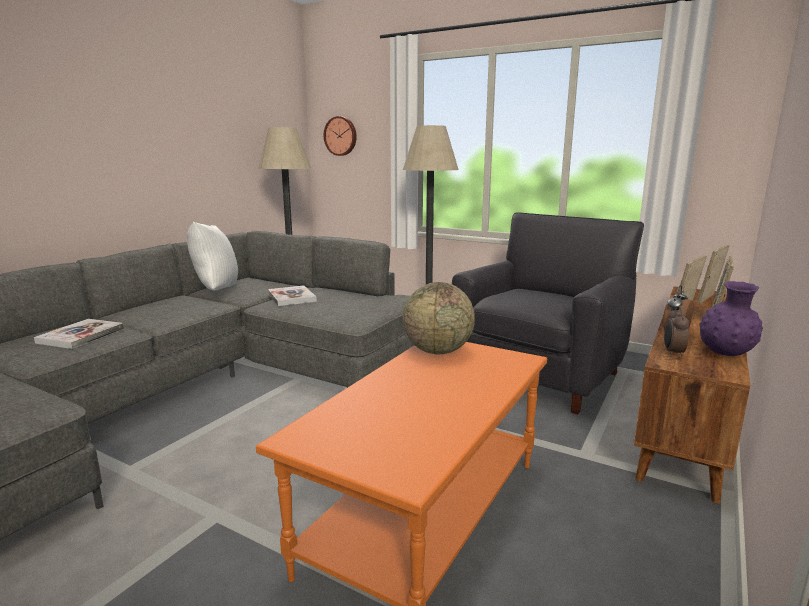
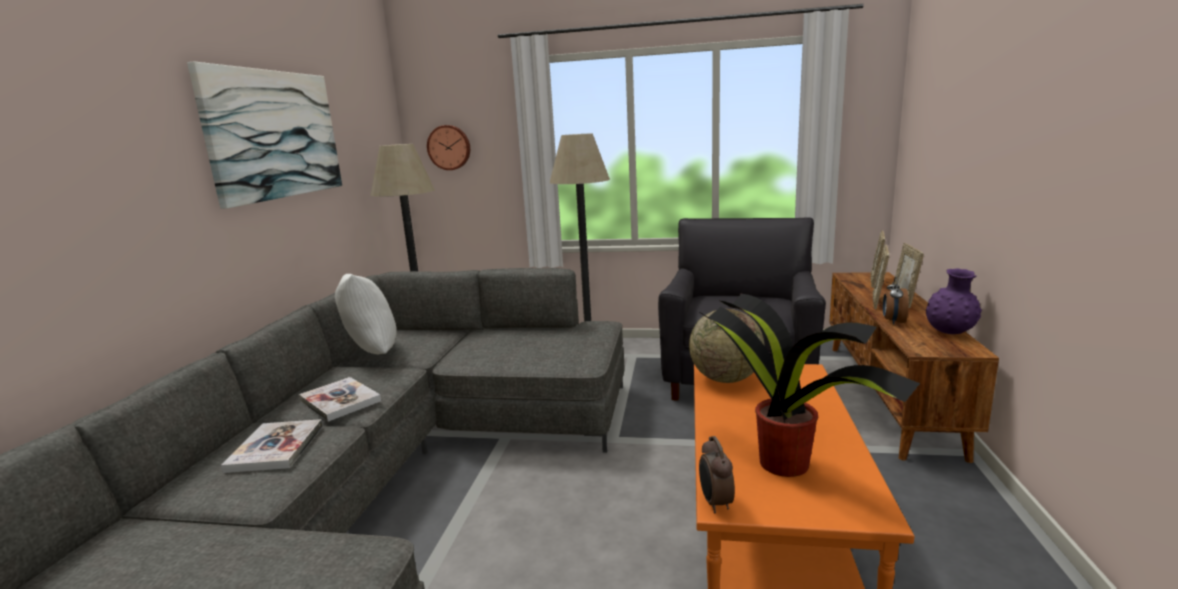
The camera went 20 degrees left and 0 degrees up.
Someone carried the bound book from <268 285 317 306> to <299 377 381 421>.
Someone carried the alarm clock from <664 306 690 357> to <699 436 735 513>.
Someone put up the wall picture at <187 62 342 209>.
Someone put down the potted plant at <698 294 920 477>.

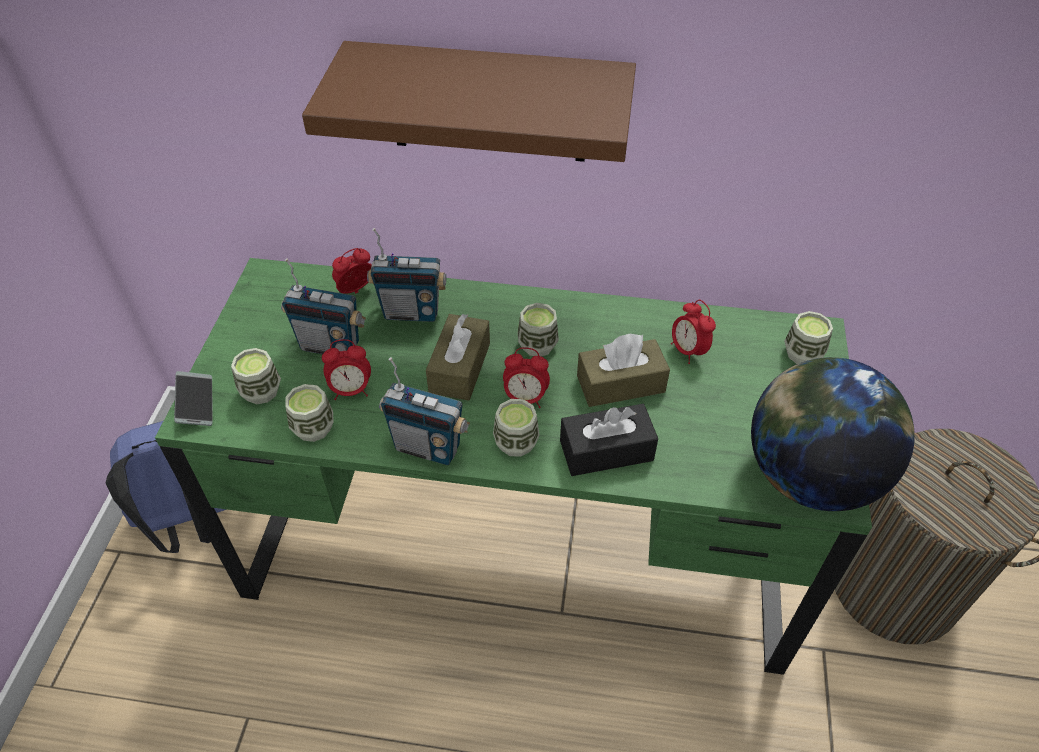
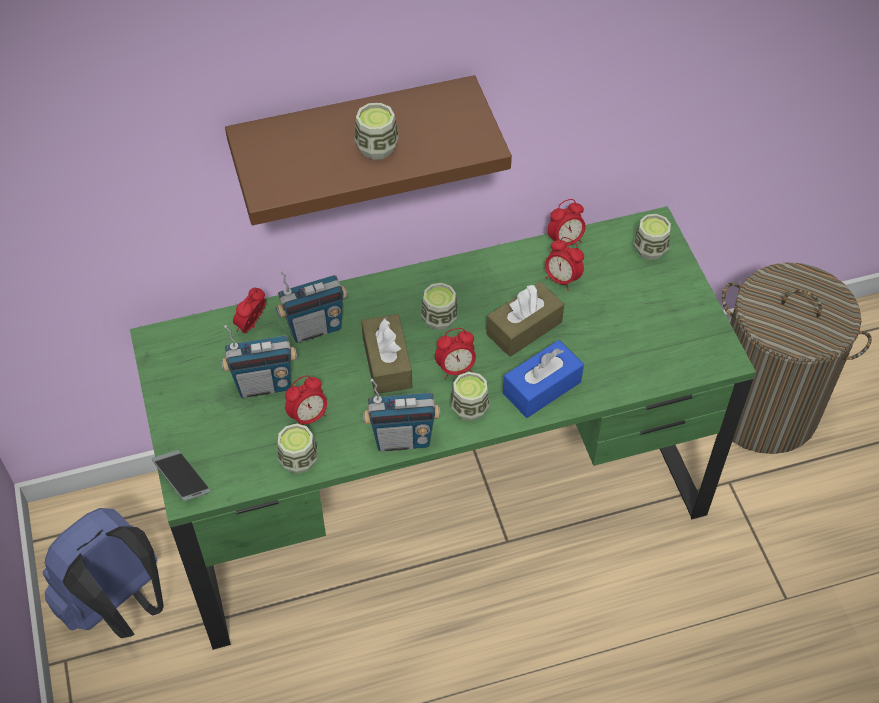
The camera went 25 degrees left and 5 degrees up.
Someone carried the cup from <231 348 281 404> to <354 103 399 160>.
Someone took away the globe at <751 357 915 511>.
Someone repainted the black-coloured box of tissues at <560 404 658 476>, which became the bluish box of tissues at <503 340 584 418>.
Someone put down the alarm clock at <548 199 586 246>.

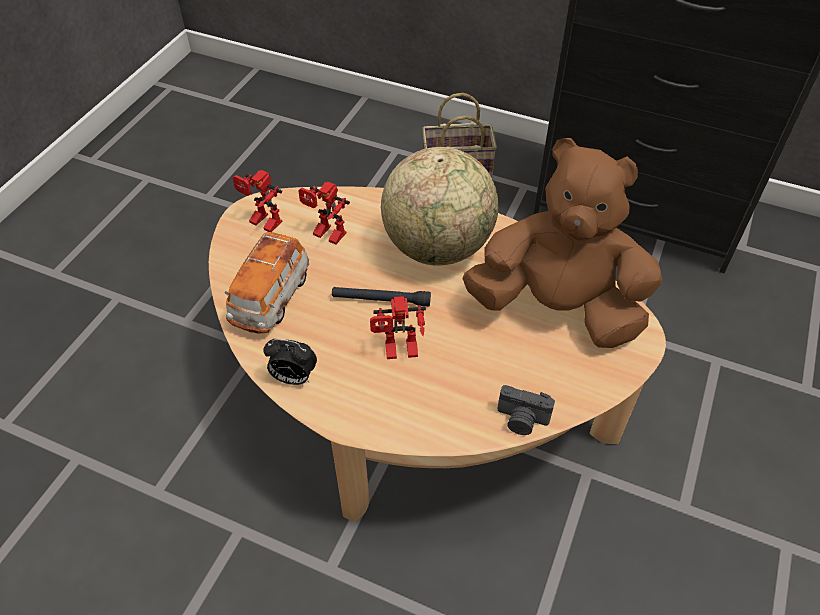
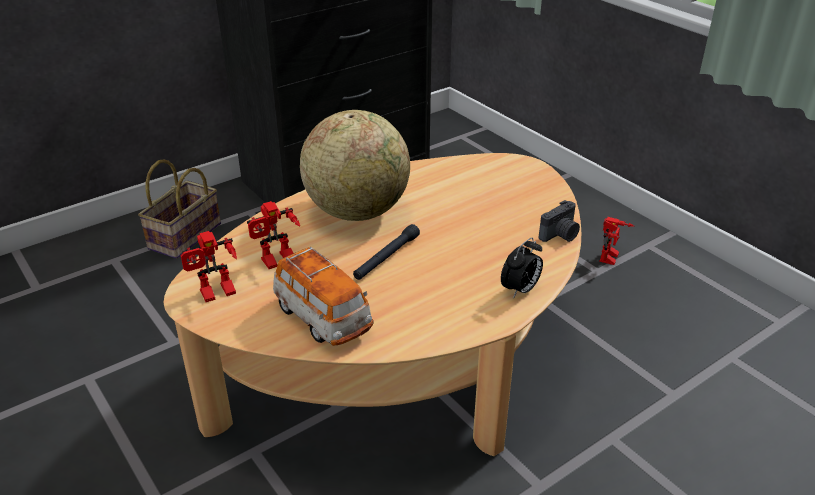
The camera went 60 degrees left and 15 degrees down.
Someone took away the brown plush toy at <462 138 662 348>.
Someone carried the model robot from <370 296 426 359> to <599 217 634 265>.
Someone carried the alarm clock from <263 339 317 385> to <501 238 543 298>.

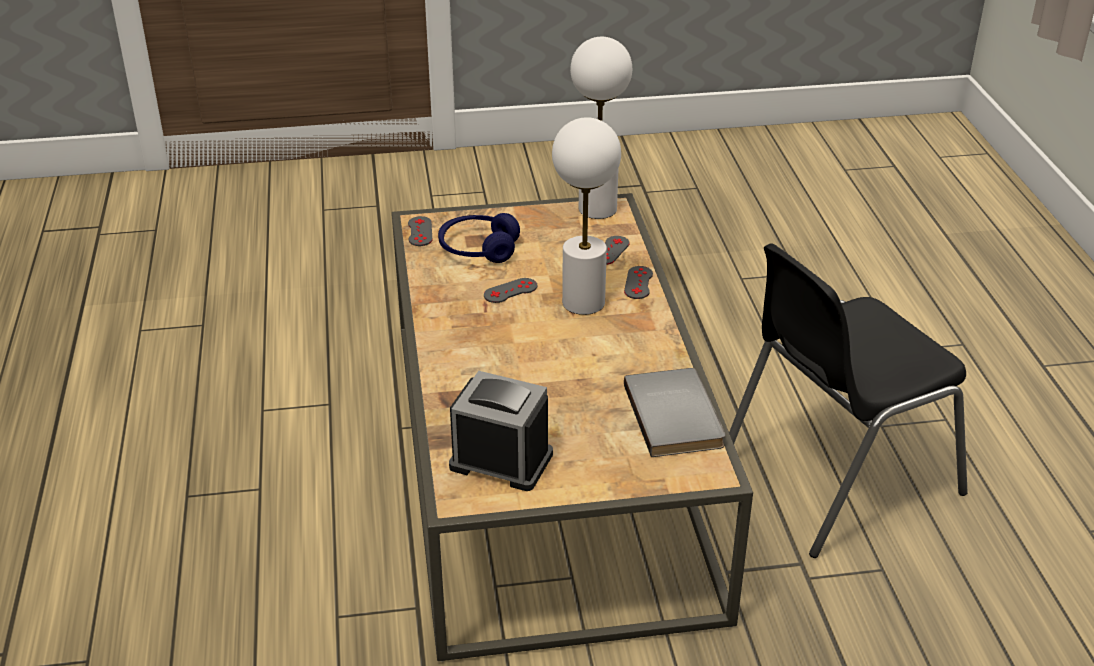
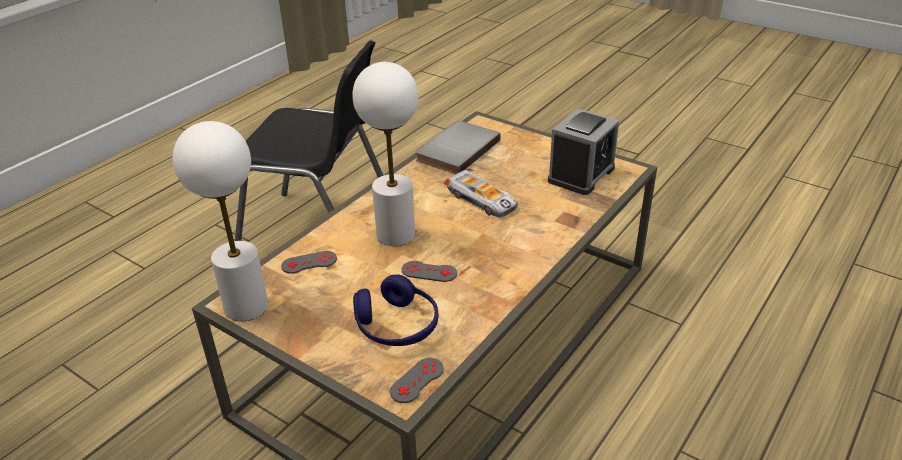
The camera went 135 degrees left and 0 degrees up.
Someone took away the greyish game controller at <624 266 653 299>.
Someone rotated the alarm clock at <449 371 553 491> by 120 degrees counterclockwise.
Someone put down the model car at <444 168 518 218>.

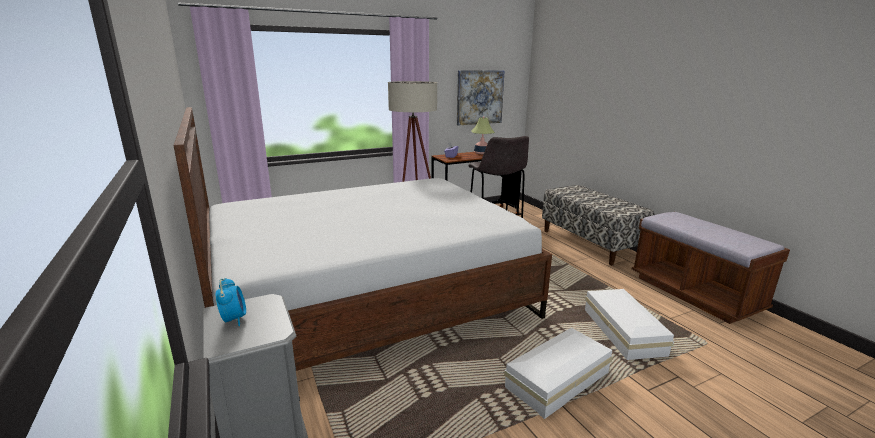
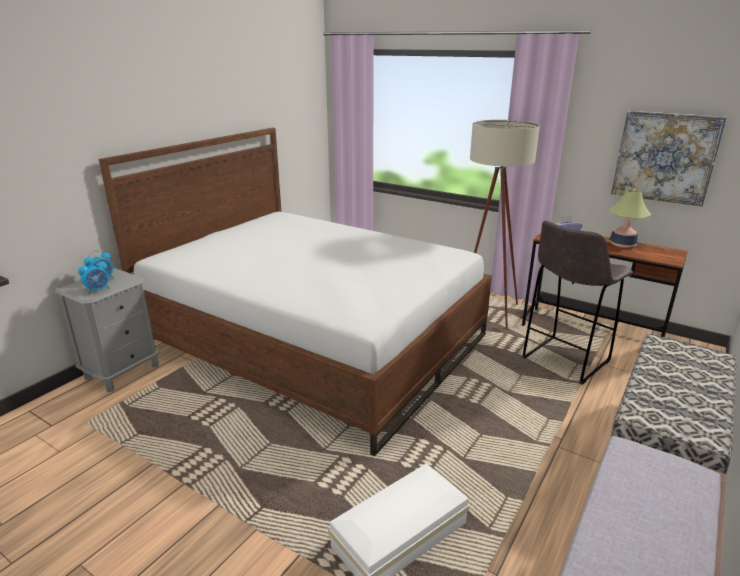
The camera went 60 degrees right and 5 degrees up.
Someone took away the whitish storage container at <504 328 613 419>.
Someone put down the alarm clock at <78 259 109 294>.

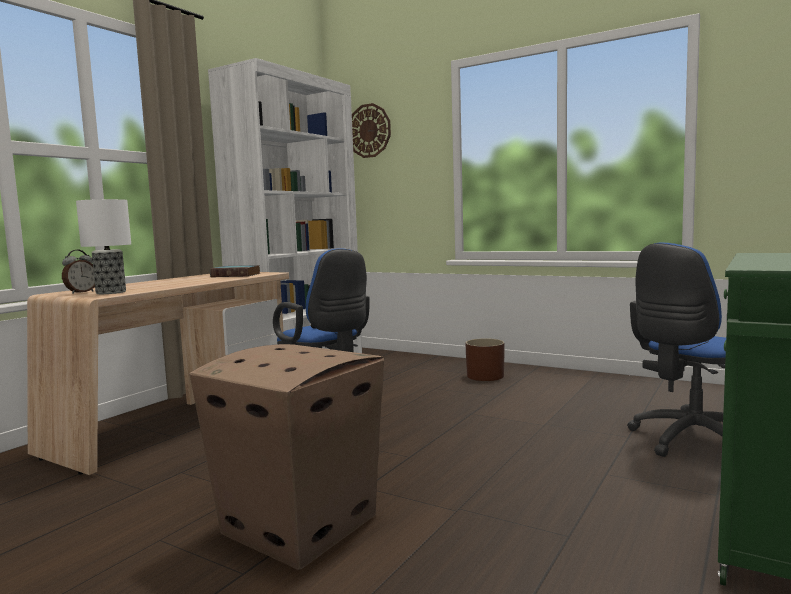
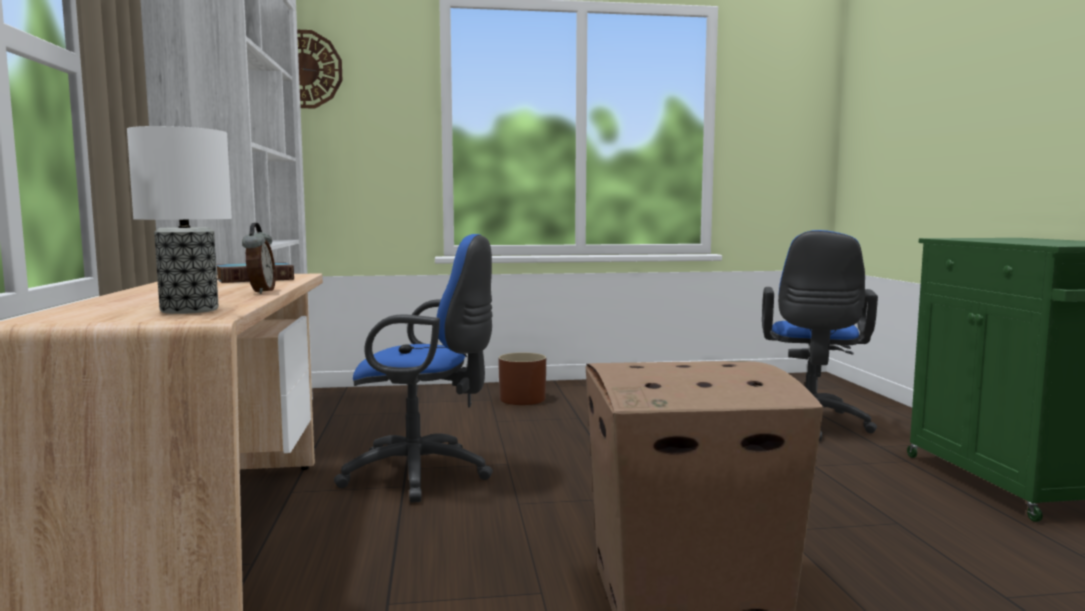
The camera went 40 degrees left and 0 degrees up.
Someone carried the alarm clock from <62 250 95 294> to <242 223 276 294>.

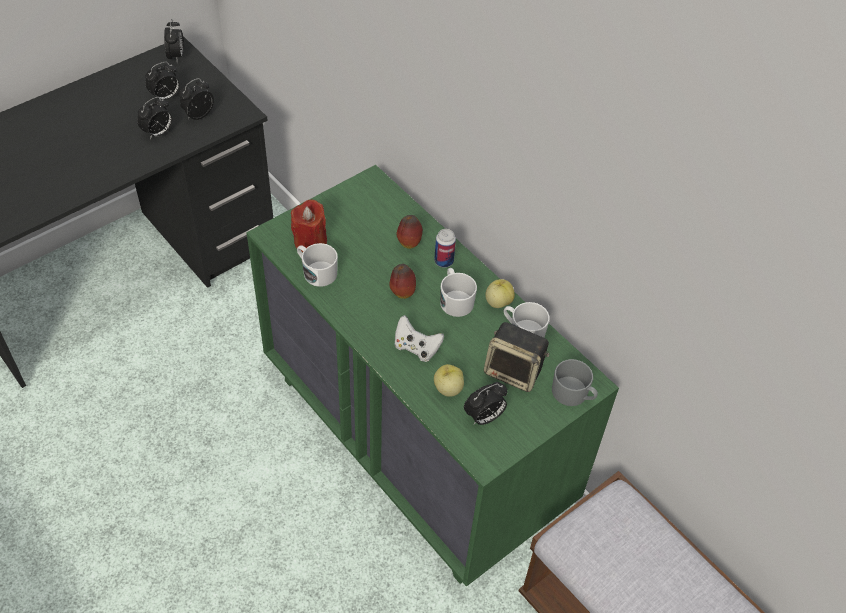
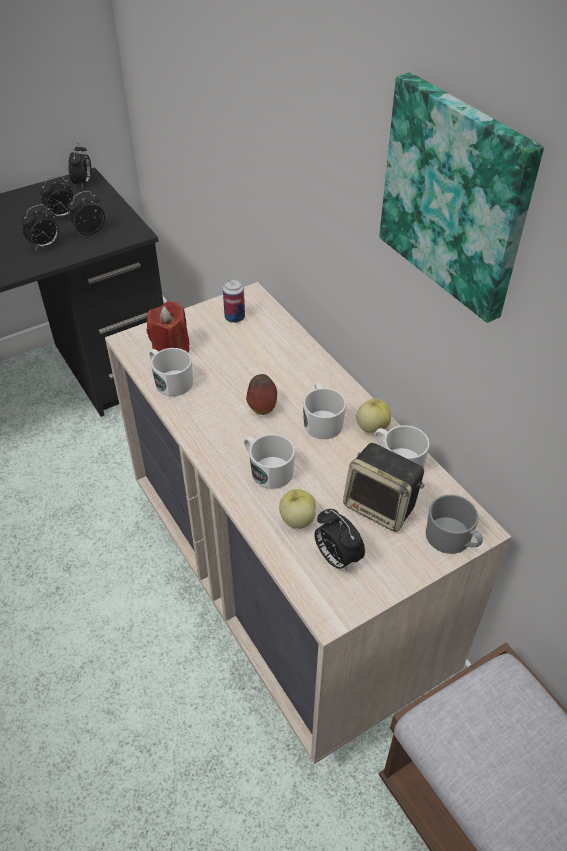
The camera went 10 degrees right and 5 degrees down.
Someone repainted the green-coloured drawer chest at <246 165 619 587>, which became the beige drawer chest at <105 282 511 764>.
Someone took away the apple fruit at <397 215 423 249>.
Someone carried the can from <434 229 456 268> to <223 279 245 323>.
Someone swapped the whitish game controller at <395 315 444 362> for the whitish tea mug at <244 434 295 489>.
Someone rotated the alarm clock at <464 382 507 425> by 75 degrees clockwise.
Someone put up the wall picture at <379 73 544 323>.

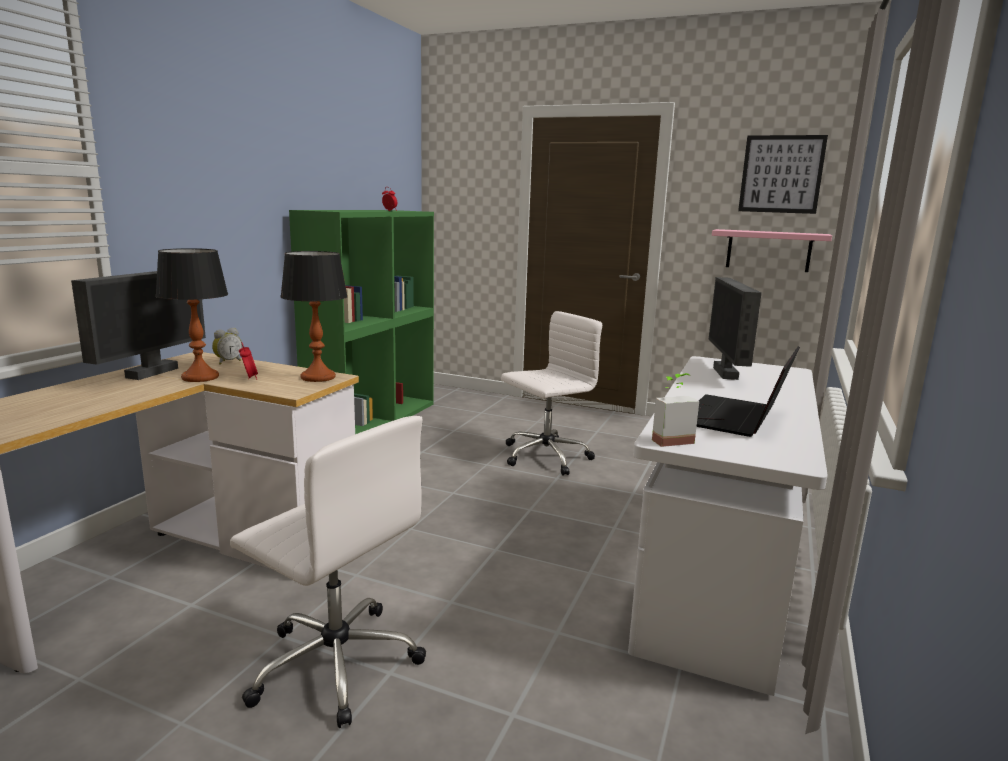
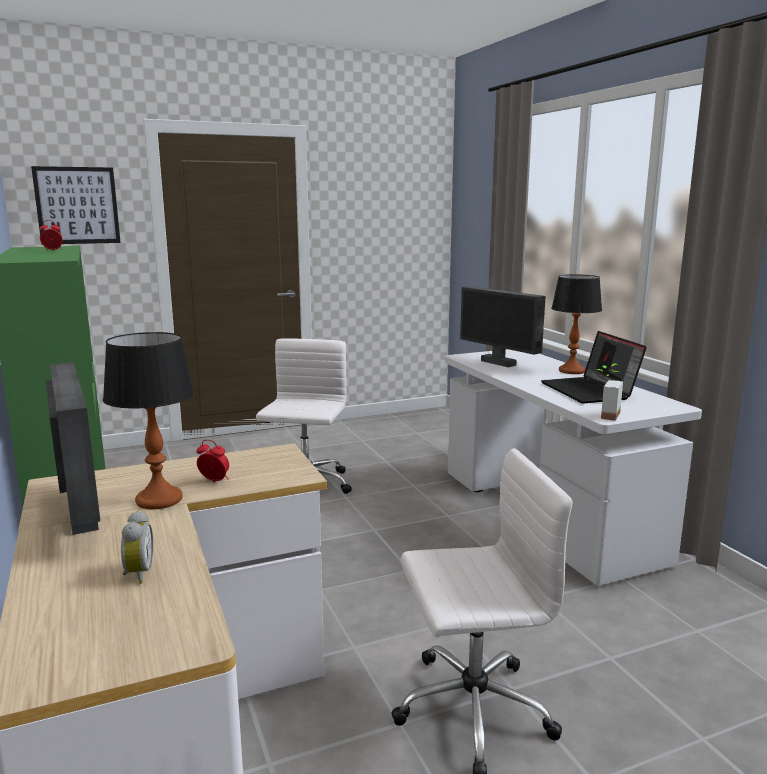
The camera went 45 degrees left and 0 degrees up.
Someone carried the wall picture from <738 135 828 214> to <31 166 121 245>.
Someone took away the pinkish bracket shelf at <712 229 832 272>.
Someone carried the tabletop lamp from <280 251 348 382> to <551 274 602 374>.
Someone carried the alarm clock from <212 328 242 365> to <121 511 153 584>.

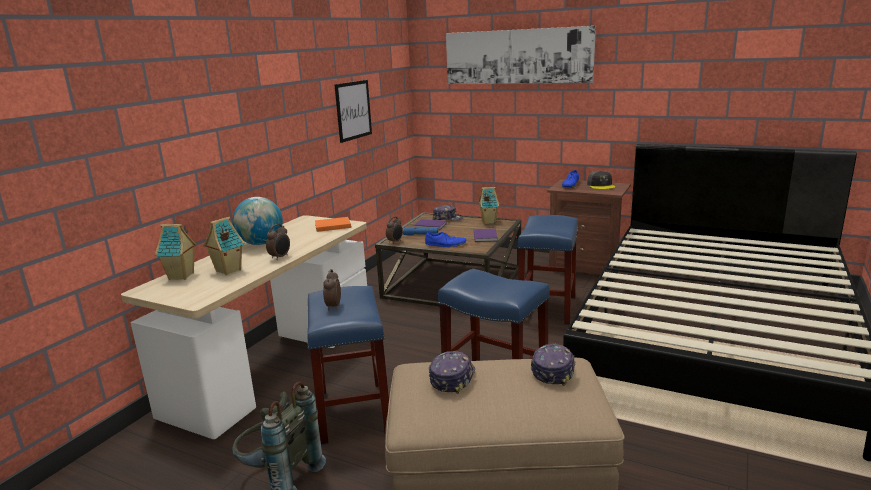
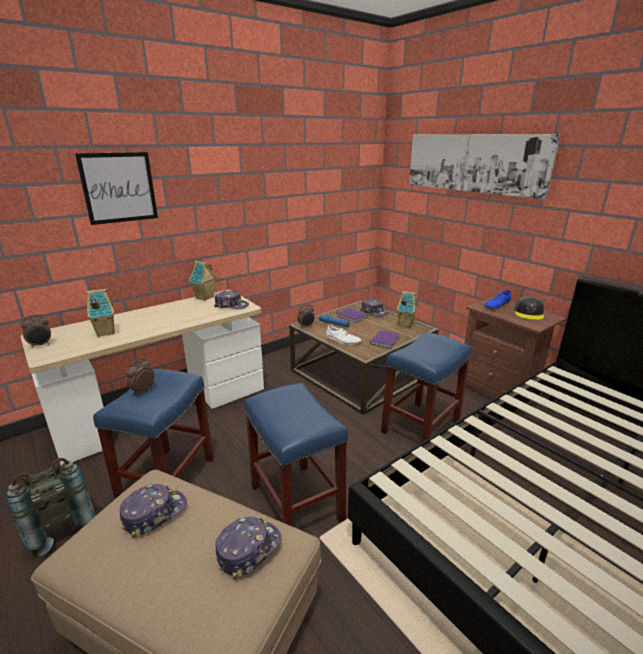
The camera went 25 degrees right and 5 degrees up.
Someone carried the wall picture from <334 80 372 143> to <75 152 158 225>.
Someone took away the globe at <233 197 283 245>.
Someone swapped the orangey bound book at <315 217 351 232> for the peaked cap at <214 290 249 309>.
Someone carried the miniature house from <155 224 197 280> to <188 261 217 301>.
Someone carried the alarm clock from <266 224 290 260> to <21 315 51 348>.
Someone repainted the bluish shoe at <425 232 466 247>, which became the whitish shoe at <326 325 361 345>.

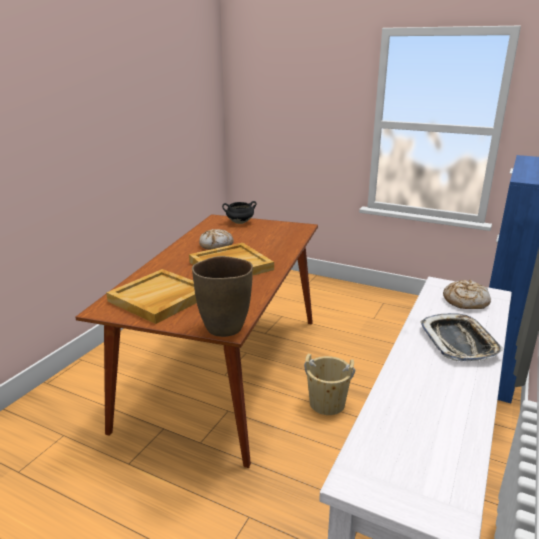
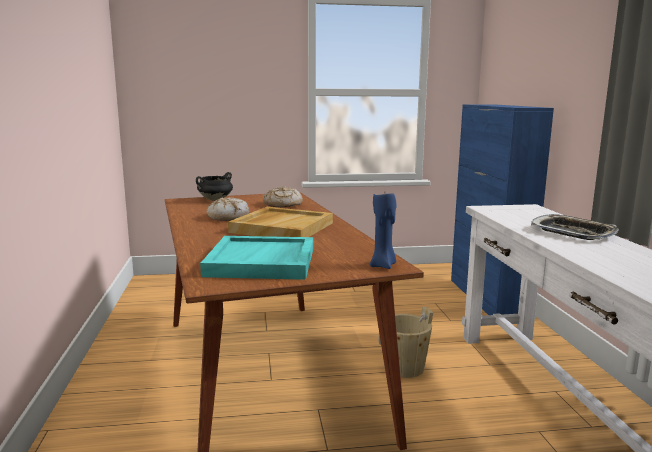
The camera went 35 degrees left and 10 degrees down.
Someone swapped the brown decorative vase at <192 256 253 337> for the bluish candle at <370 193 396 269>.
Someone repainted the beige tray at <106 269 197 324>, which became the turquoise tray at <200 236 313 280>.
Someone carried the baked bread from <443 280 491 309> to <263 186 303 207>.

